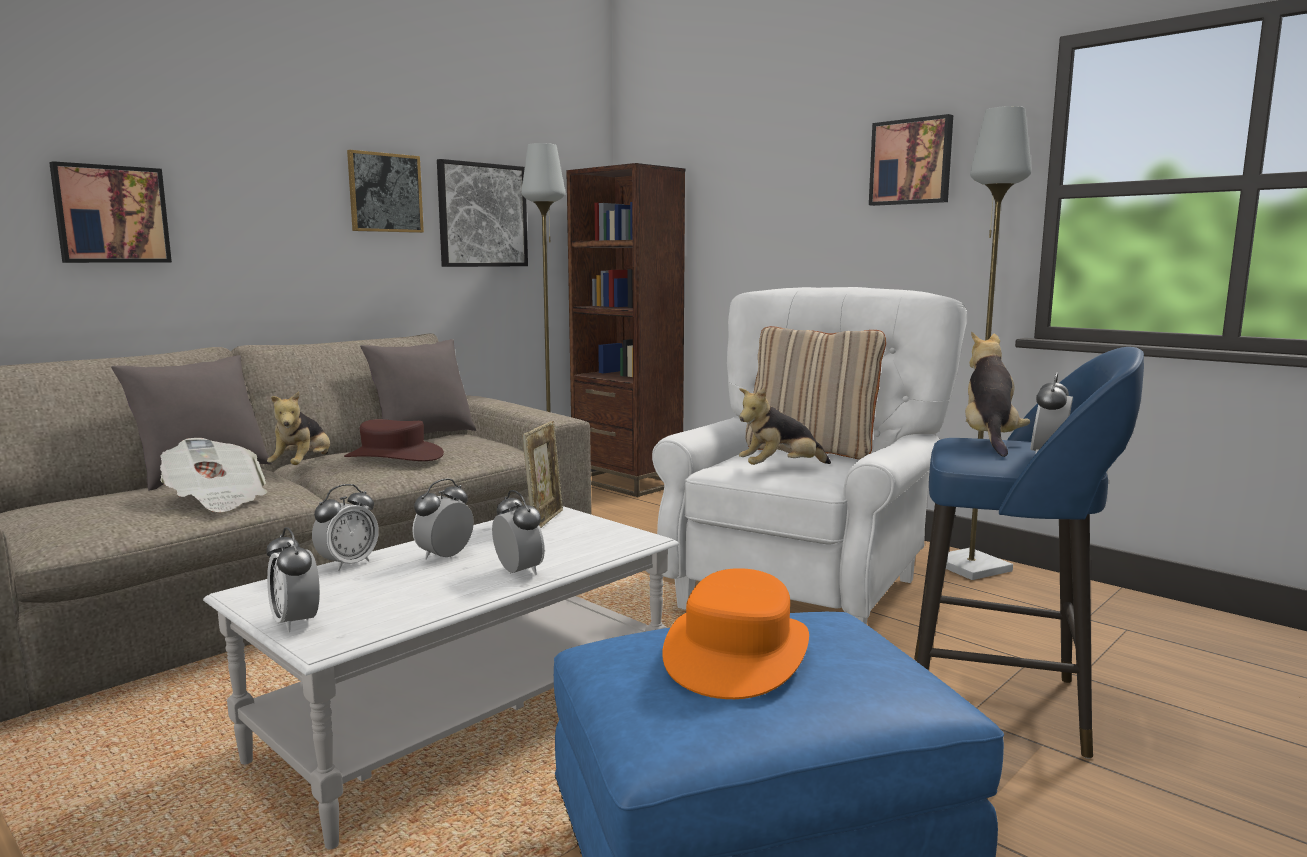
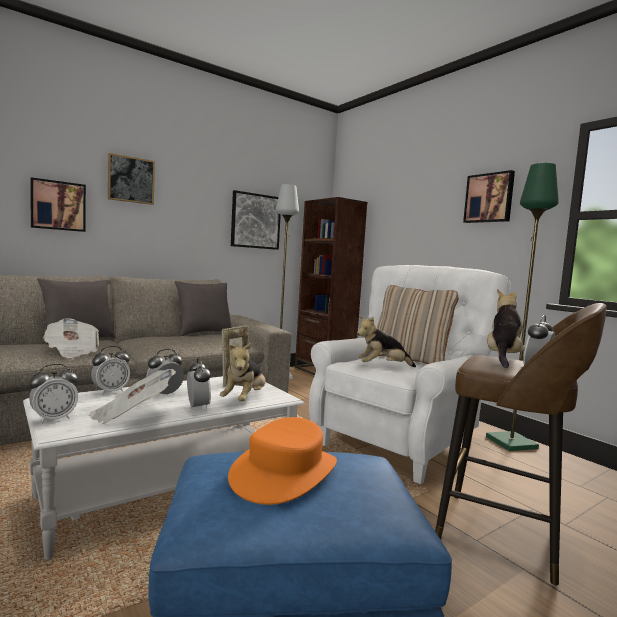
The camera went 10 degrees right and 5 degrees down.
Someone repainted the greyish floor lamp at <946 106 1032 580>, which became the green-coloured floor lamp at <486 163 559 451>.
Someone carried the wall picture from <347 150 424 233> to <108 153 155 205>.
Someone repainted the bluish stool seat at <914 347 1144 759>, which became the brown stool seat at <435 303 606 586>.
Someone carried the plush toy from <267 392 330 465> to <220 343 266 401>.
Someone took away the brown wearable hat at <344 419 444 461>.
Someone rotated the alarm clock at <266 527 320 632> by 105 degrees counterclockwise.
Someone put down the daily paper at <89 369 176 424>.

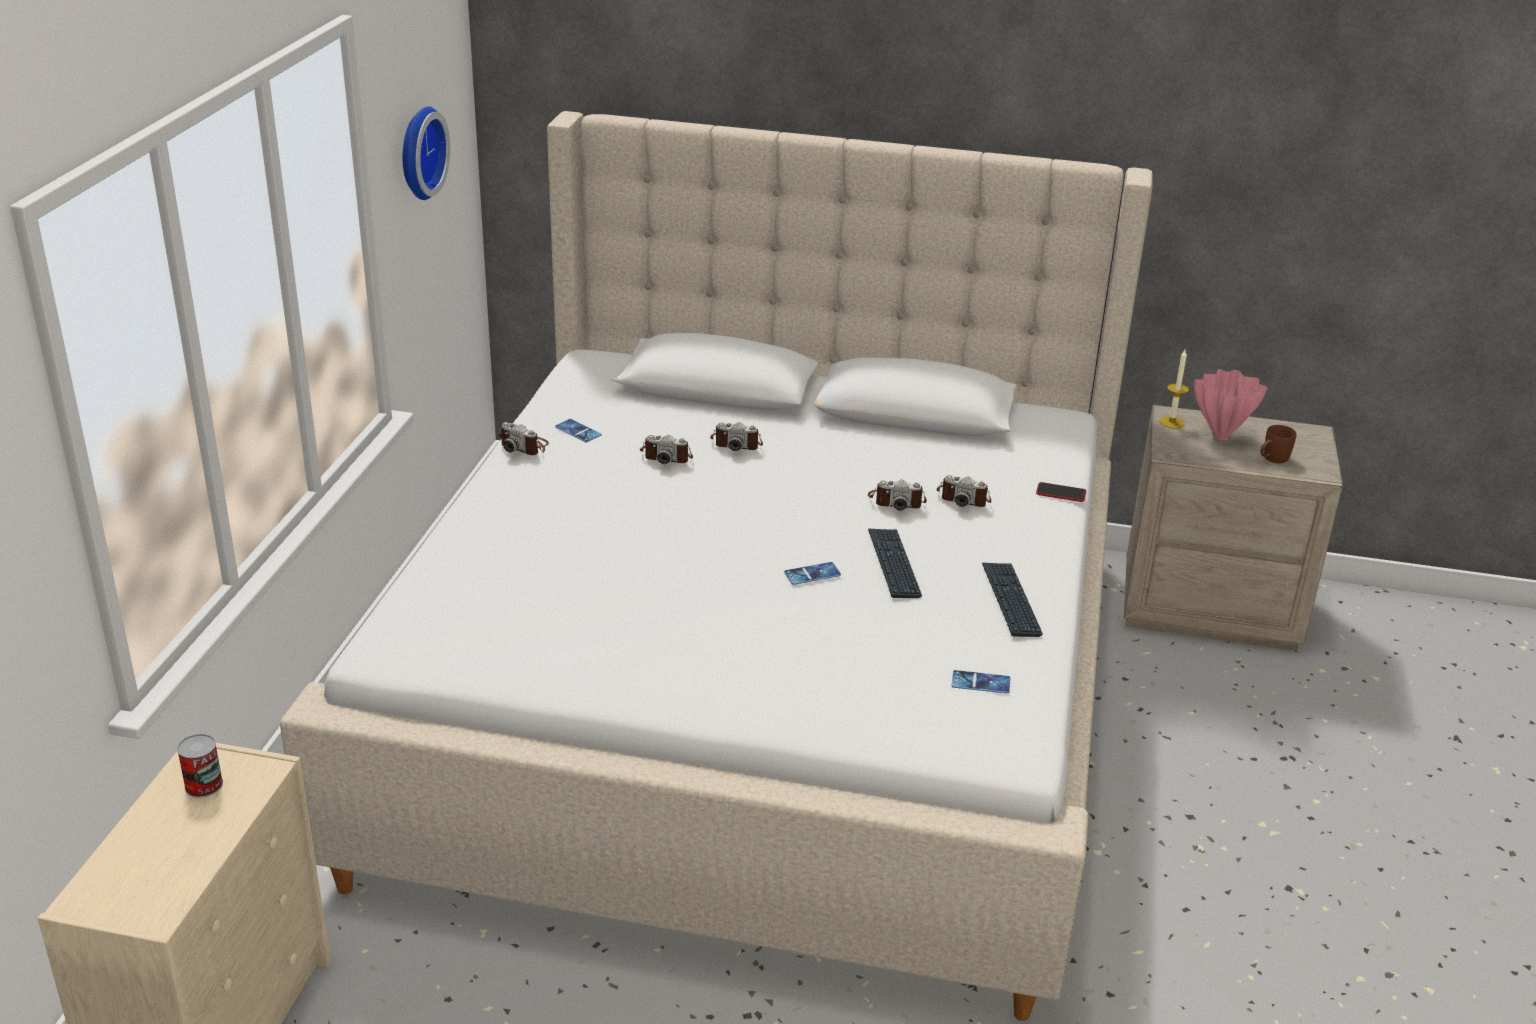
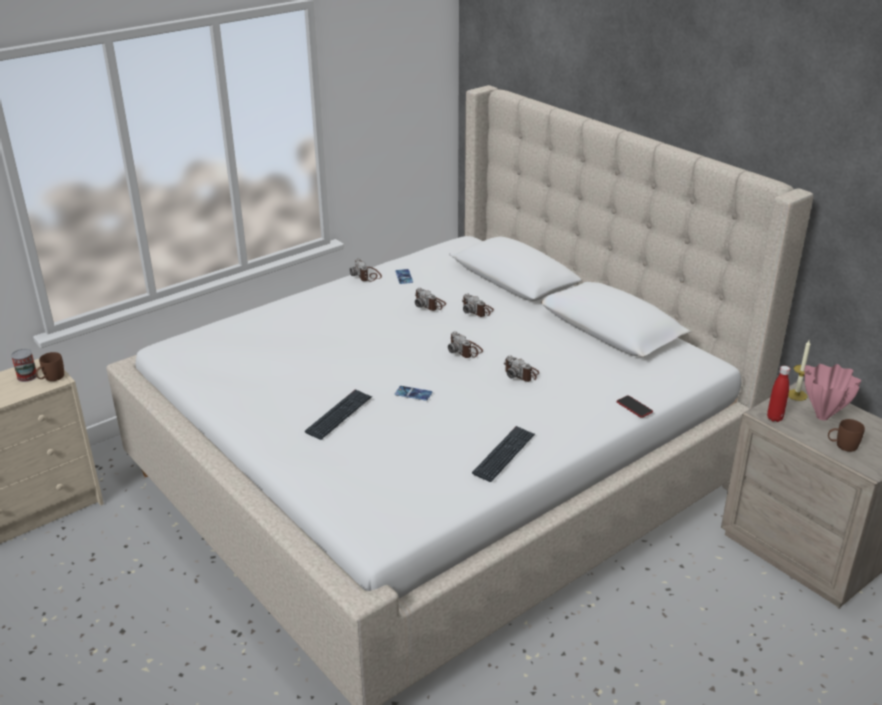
The camera went 40 degrees right and 0 degrees up.
Someone took away the clock on the wall at <403 107 450 200>.
Someone carried the still camera from <937 475 991 507> to <448 331 483 358>.
Someone carried the PC keyboard from <868 529 922 598> to <305 389 372 440>.
Someone took away the handset at <951 670 1011 694>.
Someone put down the brown tea mug at <36 352 64 381>.
Someone put down the red-coloured drink bottle at <767 366 790 422>.

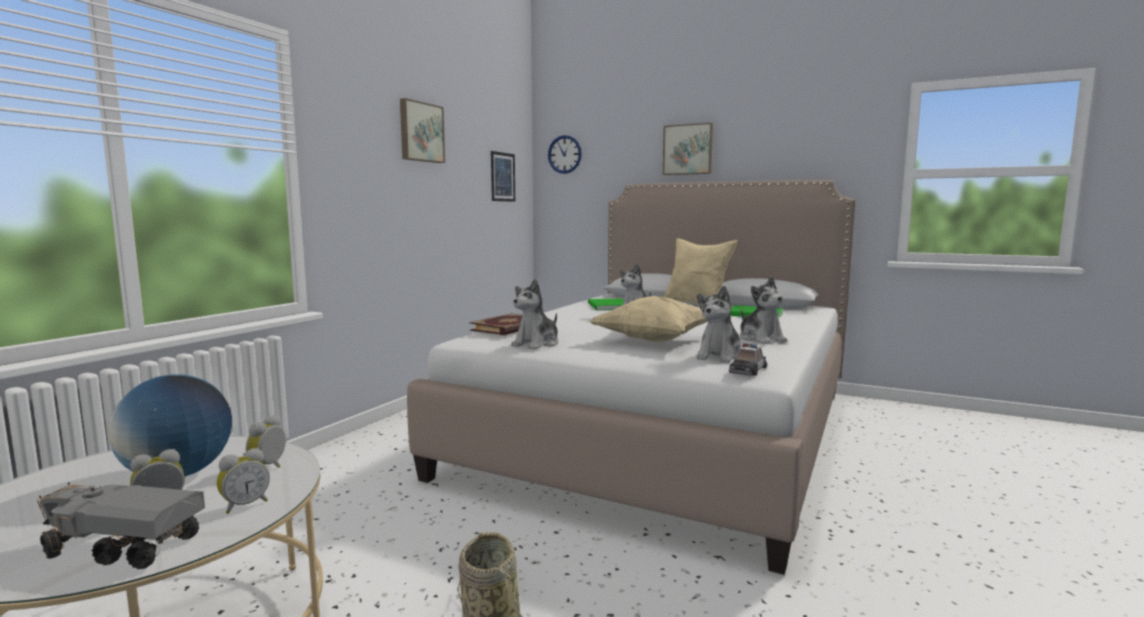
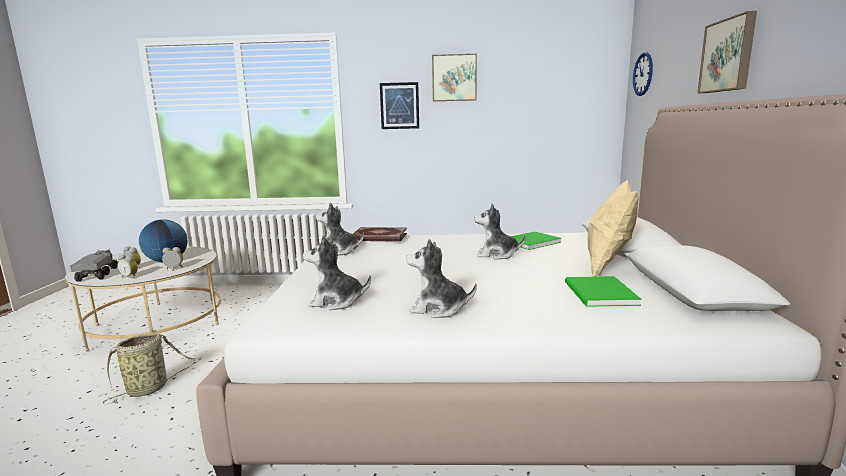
The camera went 65 degrees right and 5 degrees up.
Someone carried the wall picture from <491 151 515 202> to <380 82 419 129>.
Someone rotated the plush toy at <740 276 787 344> by 60 degrees clockwise.
Someone took away the beige pillow at <590 296 708 342>.
Someone took away the model car at <729 344 767 376>.

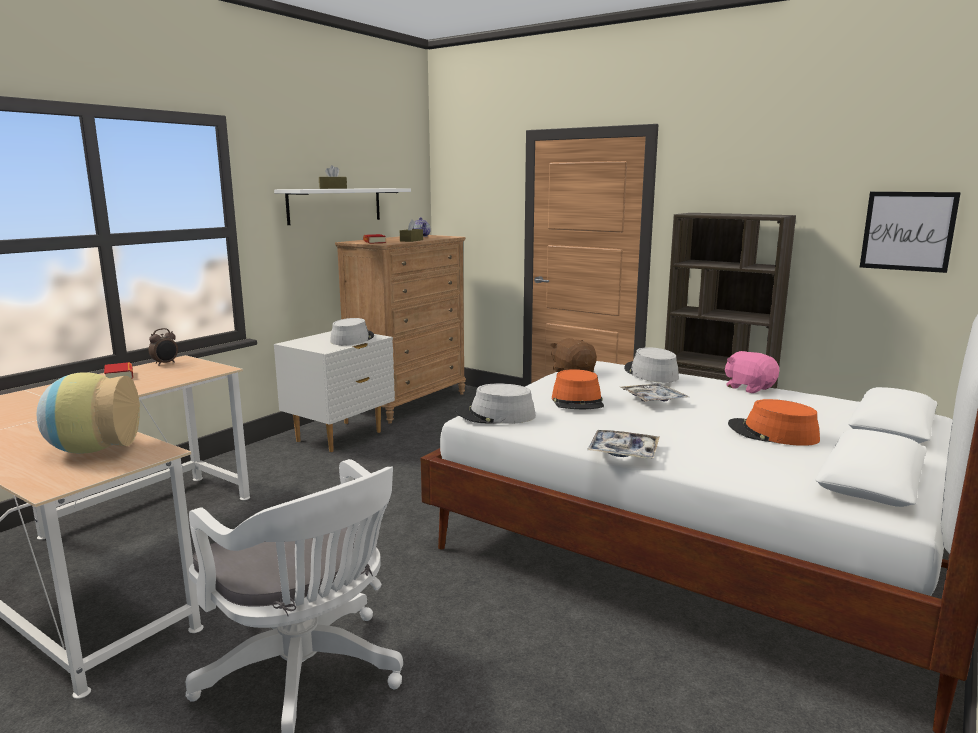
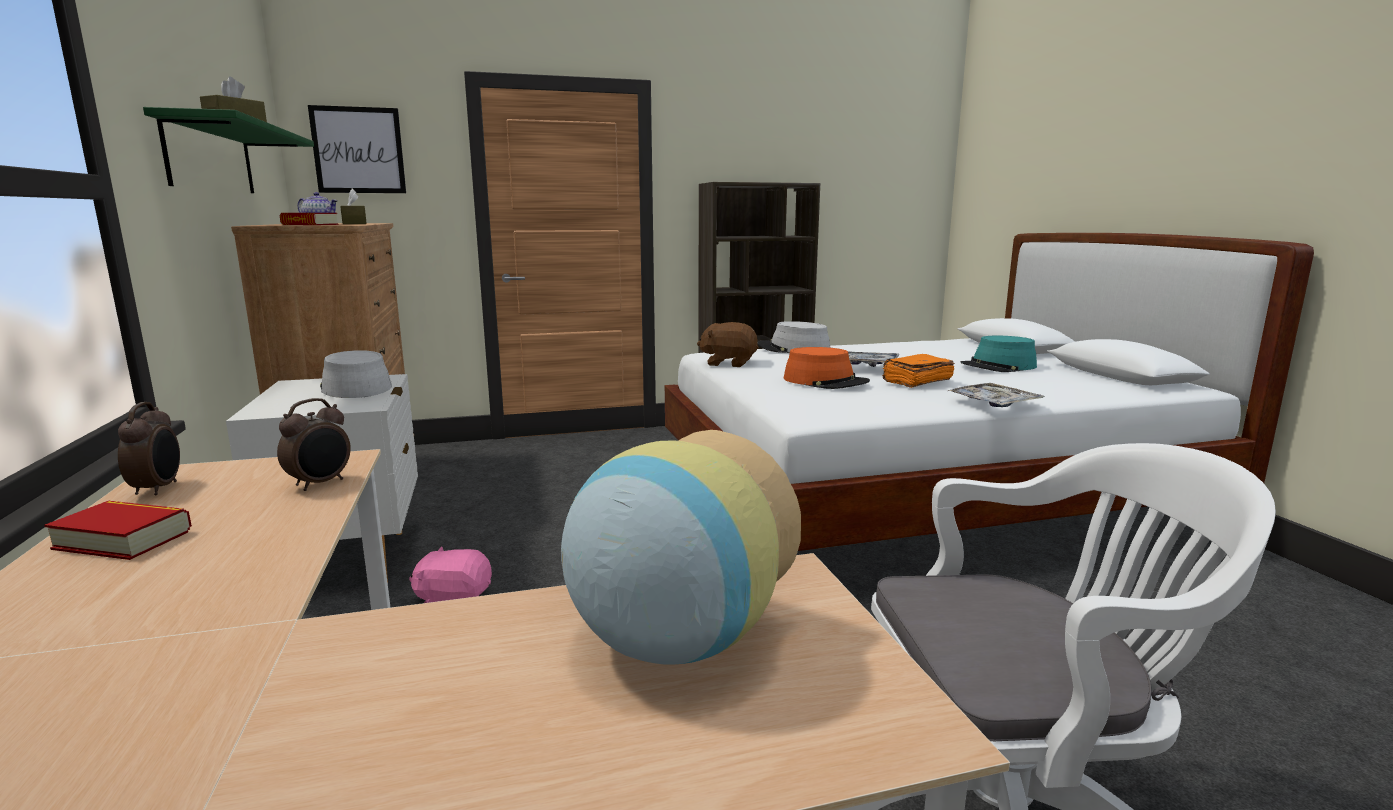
The camera went 50 degrees left and 0 degrees up.
Someone repainted the whitish bracket shelf at <274 188 411 225>, which became the green-coloured bracket shelf at <143 107 314 193>.
Someone carried the wall picture from <860 192 961 273> to <308 105 406 193>.
Someone carried the pinkish plush toy from <725 351 779 393> to <409 546 492 603>.
Someone took away the greyish wearable hat at <456 383 536 424>.
Someone repainted the orangey wearable hat at <728 399 820 446>, which became the turquoise wearable hat at <960 336 1037 372>.
Someone put down the orangey bound book at <882 354 955 388>.
Someone put down the alarm clock at <277 398 351 491>.

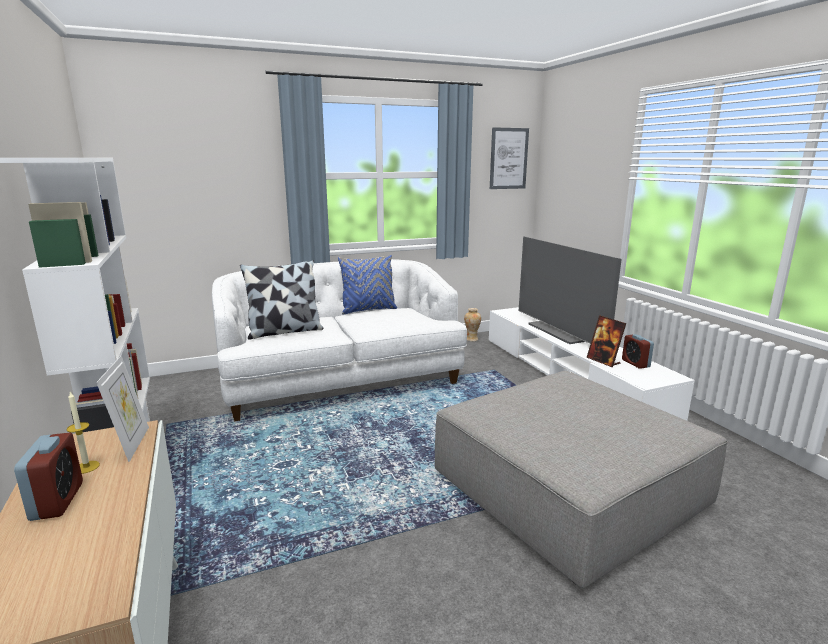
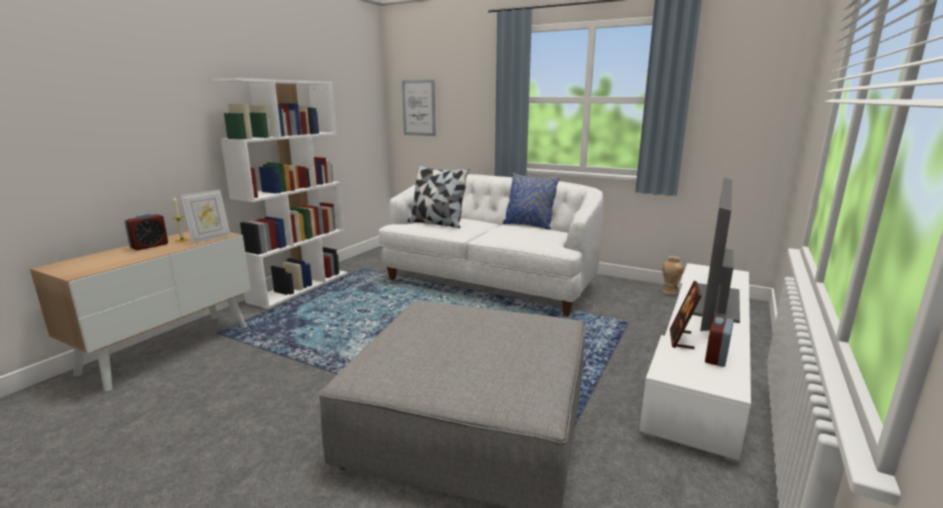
The camera went 50 degrees right and 0 degrees up.
Someone carried the wall picture from <490 127 529 189> to <402 80 436 136>.

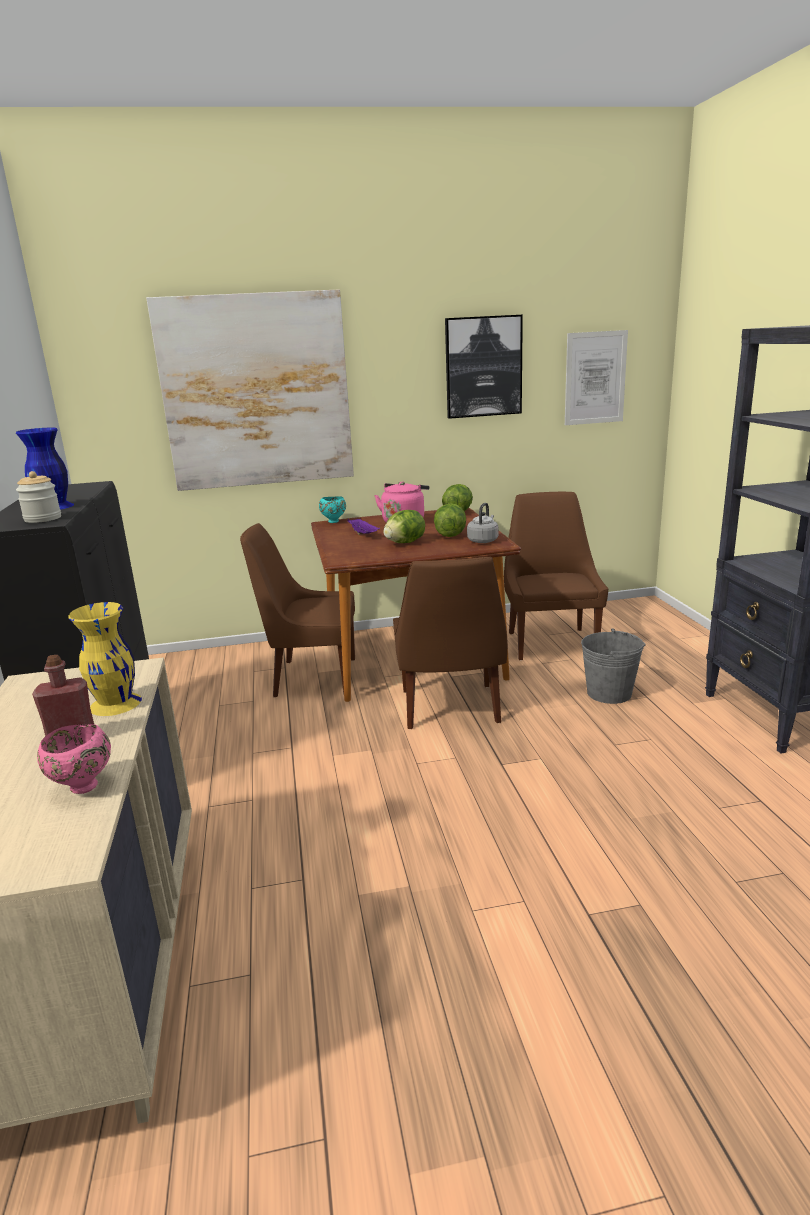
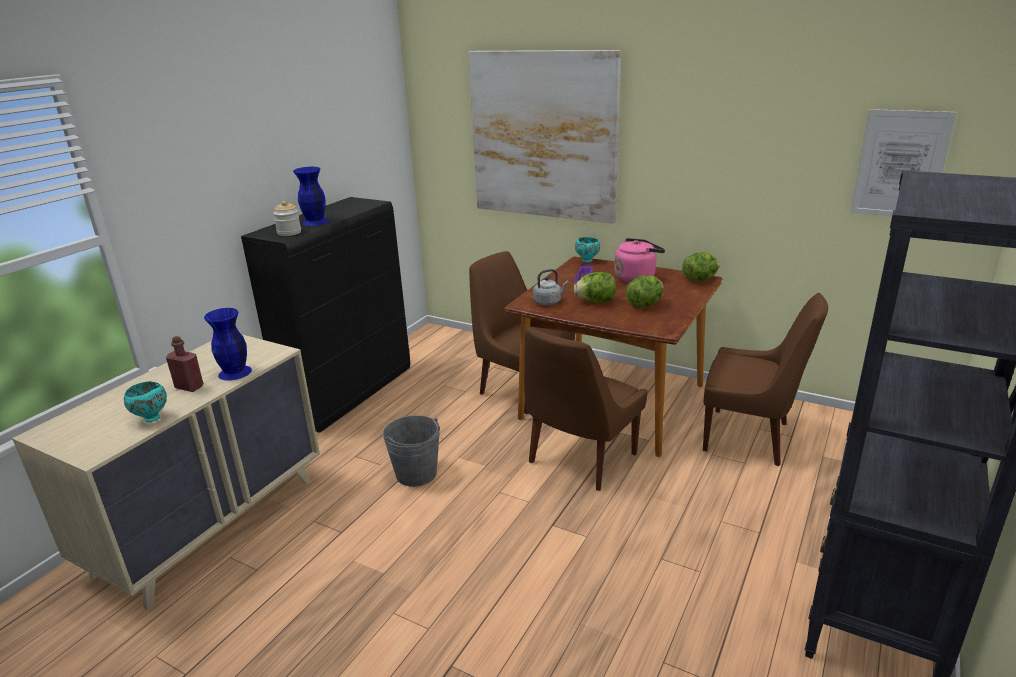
The camera went 40 degrees right and 5 degrees up.
Someone took away the wall picture at <445 315 523 419>.
Someone rotated the brown upright chair at <504 492 608 660> by 75 degrees clockwise.
Someone carried the greyish kettle from <467 503 498 543> to <533 269 568 305>.
Someone repainted the yellow decorative vase at <68 602 142 716>, which became the bluish decorative vase at <204 308 252 381>.
Someone carried the greyish bucket from <581 629 645 704> to <383 415 440 487>.
Someone repainted the pinkish bowl at <37 724 111 794>, which became the turquoise bowl at <124 381 167 422>.

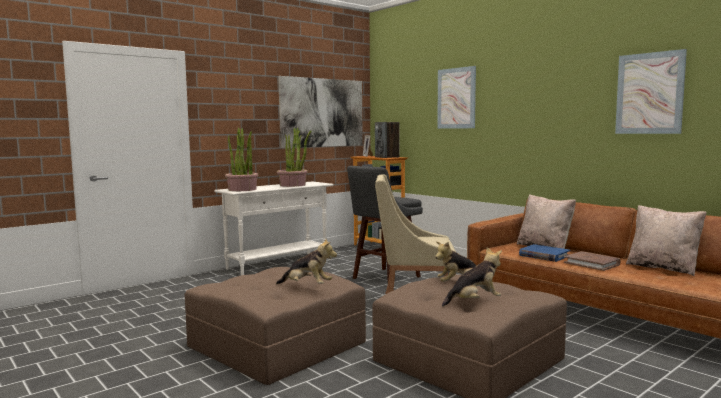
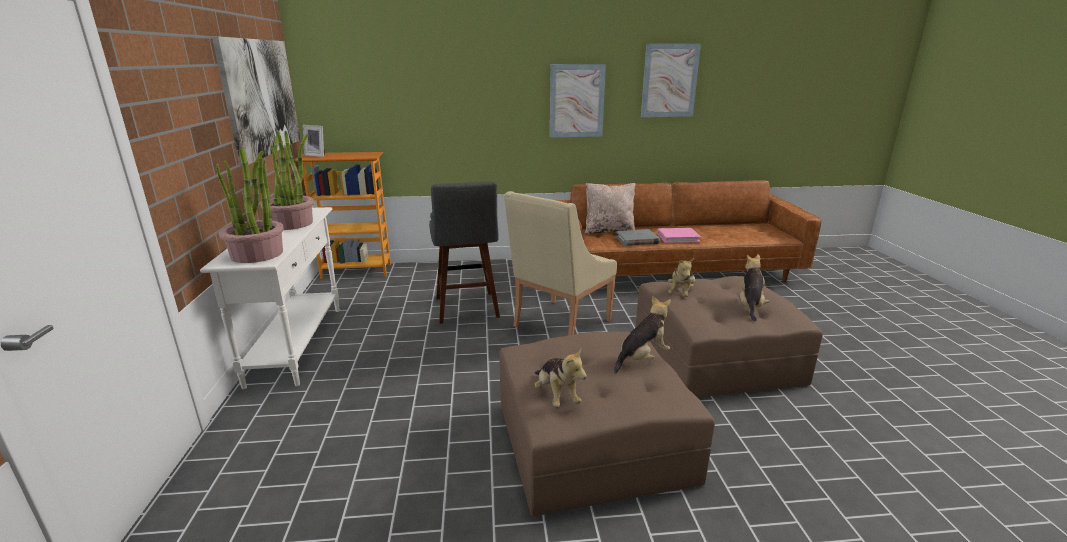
The camera went 55 degrees left and 15 degrees up.
Someone carried the wall picture from <437 66 476 129> to <550 64 606 137>.
Someone took away the speaker at <375 122 400 158>.
Someone took away the beige pillow at <626 205 707 276>.
Someone repainted the bluish bound book at <519 244 570 262>, which became the greyish bound book at <616 229 660 246>.
Someone repainted the brown bound book at <564 251 621 271>, which became the pinkish bound book at <657 228 701 243>.
Someone put down the plush toy at <534 349 587 407>.

